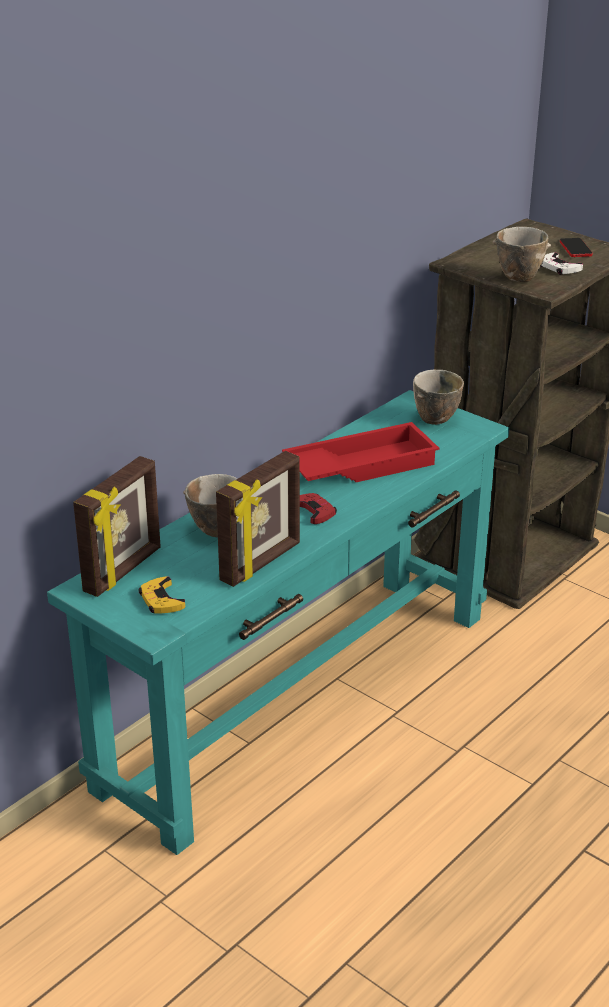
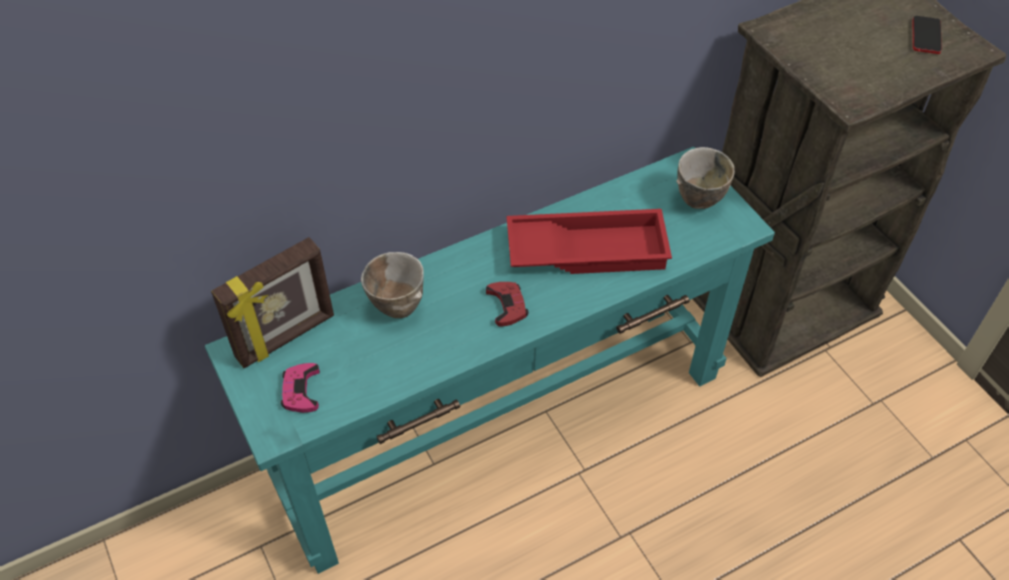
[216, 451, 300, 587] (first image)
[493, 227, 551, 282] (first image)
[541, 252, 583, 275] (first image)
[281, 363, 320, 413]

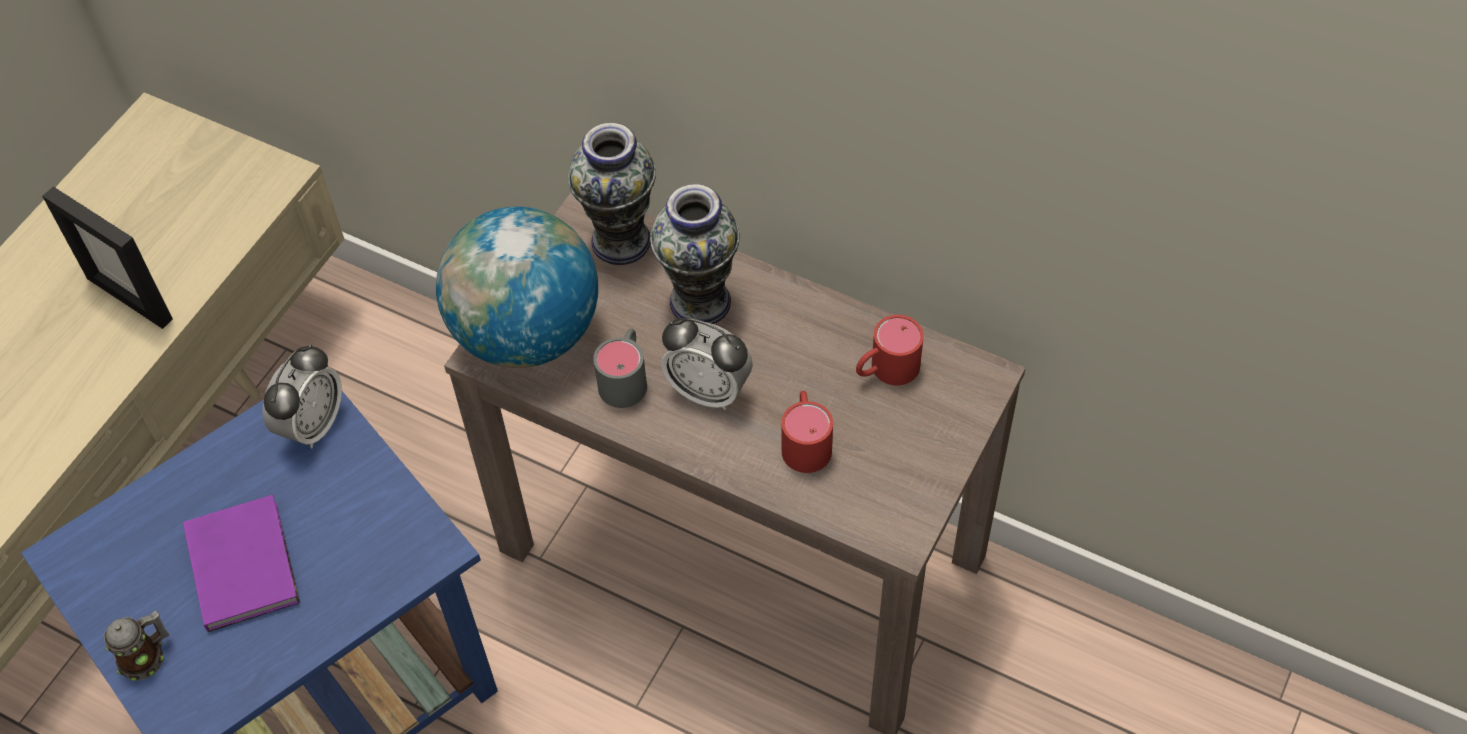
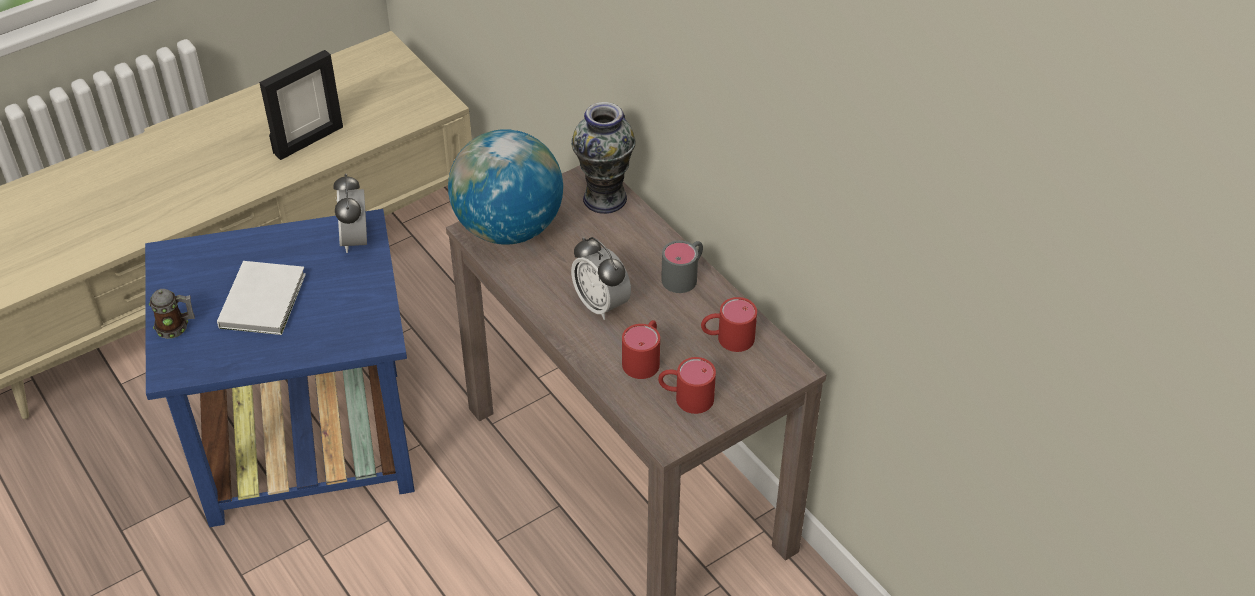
[650, 184, 740, 324] (first image)
[658, 357, 716, 414]
[661, 240, 703, 293]
[217, 261, 306, 335]
[259, 50, 343, 160]
[333, 174, 367, 253]

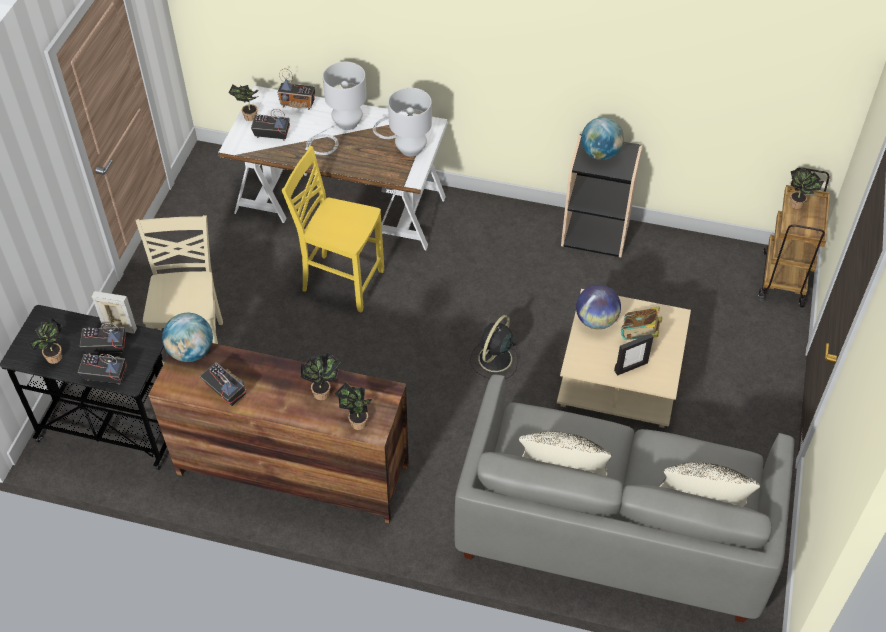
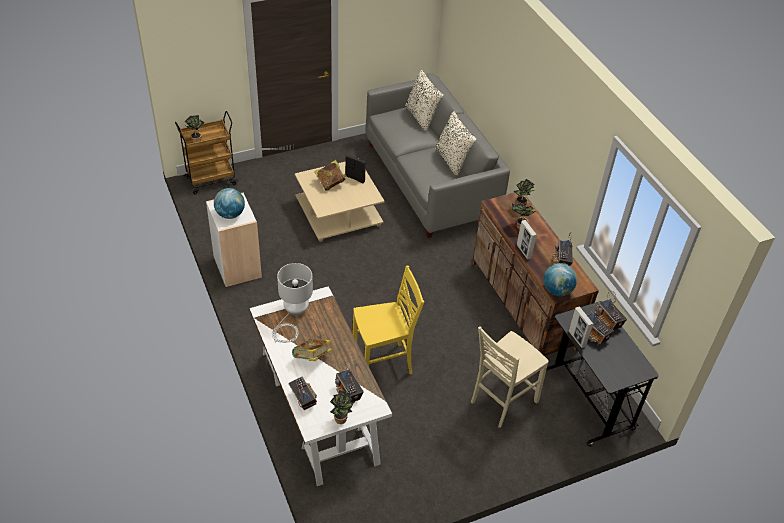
[27, 318, 63, 364] (first image)
[470, 315, 518, 379] (first image)
[576, 285, 621, 329] (first image)
[517, 220, 537, 259]
[292, 339, 332, 361]
[206, 193, 262, 287]
[352, 266, 424, 374]

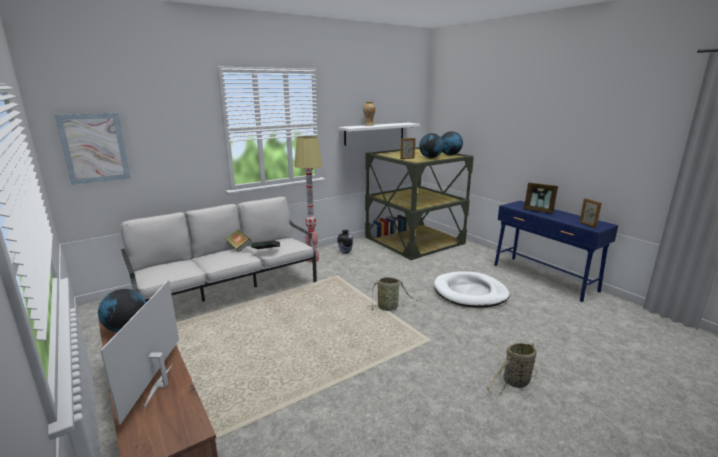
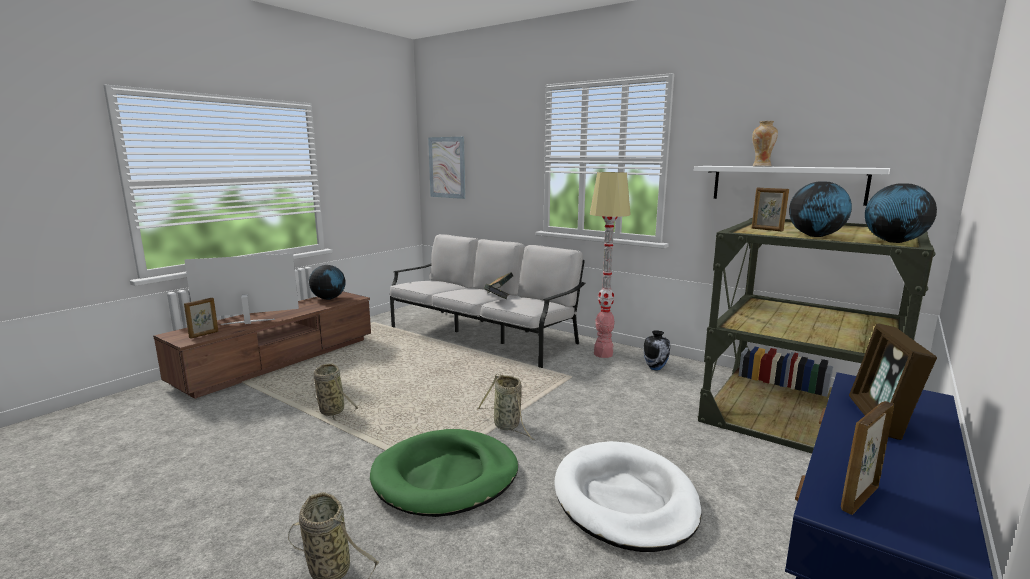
[184, 298, 218, 339]
[314, 363, 359, 421]
[370, 429, 518, 517]

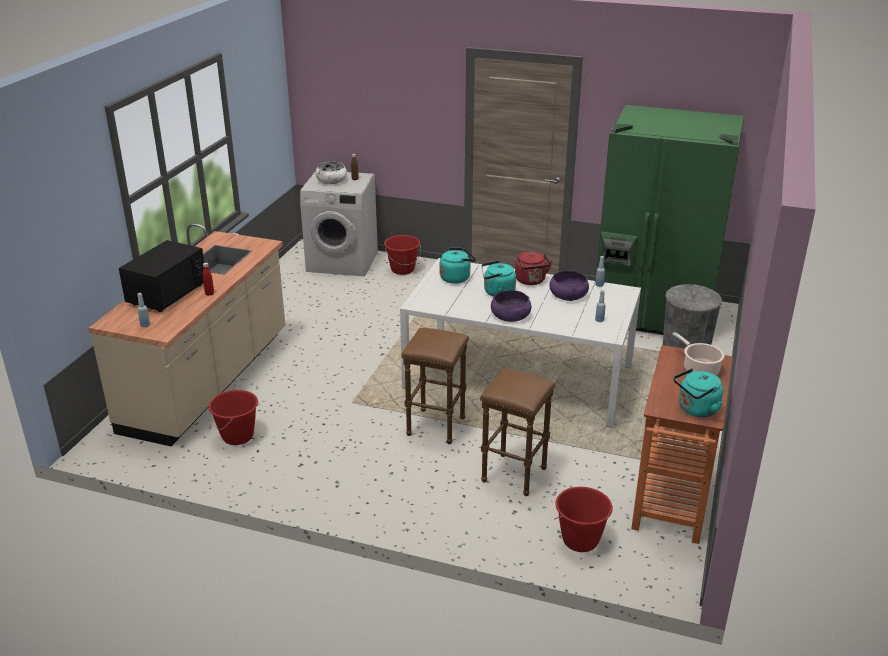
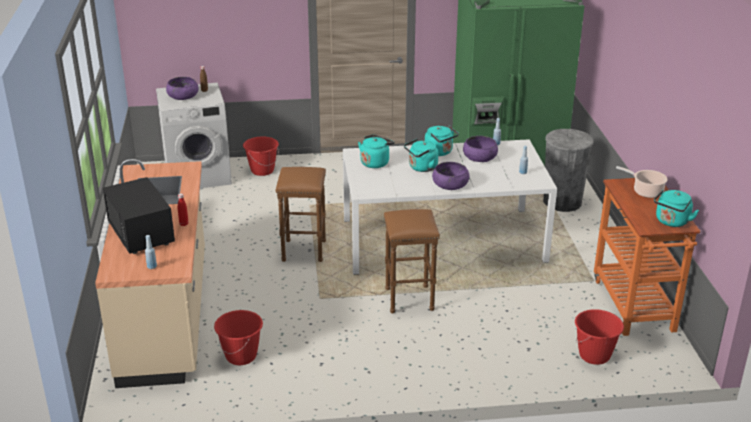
[276, 167, 326, 262]
[166, 77, 199, 100]
[425, 125, 459, 156]
[103, 177, 175, 254]

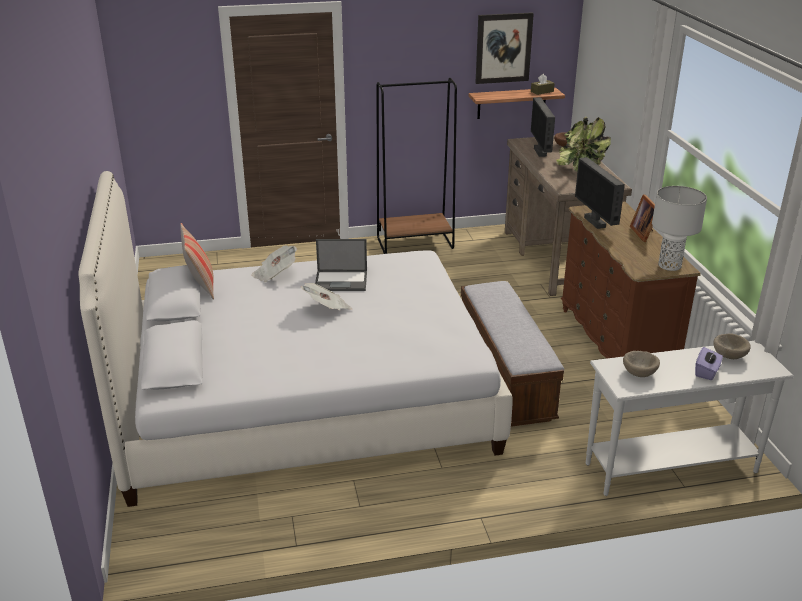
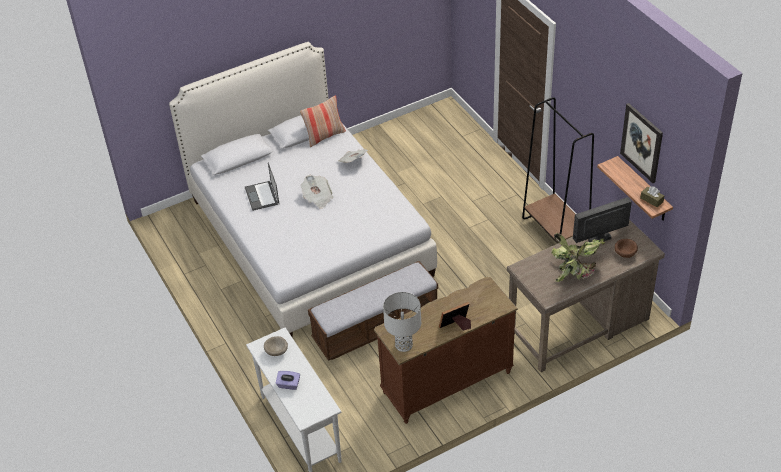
[575, 157, 625, 229] (first image)
[713, 333, 751, 359] (first image)
[245, 163, 279, 211]

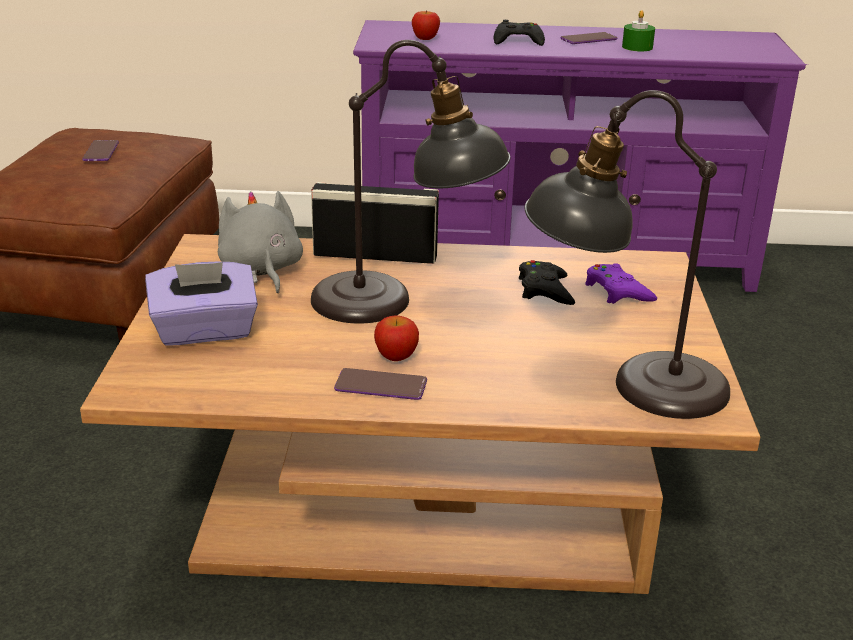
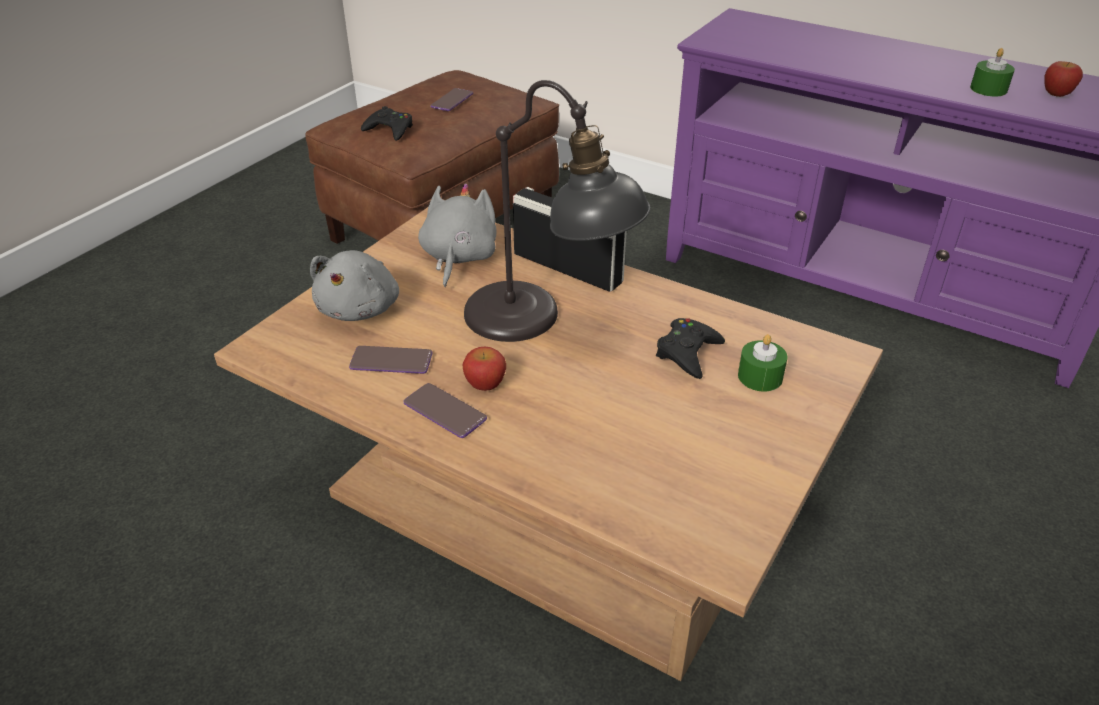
[525, 90, 730, 419] (first image)
[1044, 61, 1083, 97]
[361, 106, 413, 141]
[349, 346, 433, 374]
[310, 250, 399, 321]
[738, 334, 787, 391]

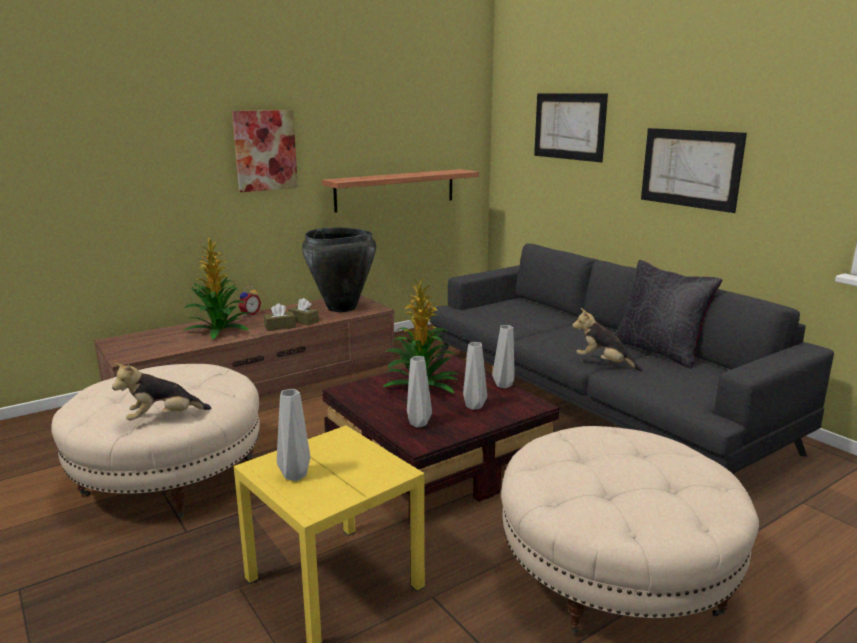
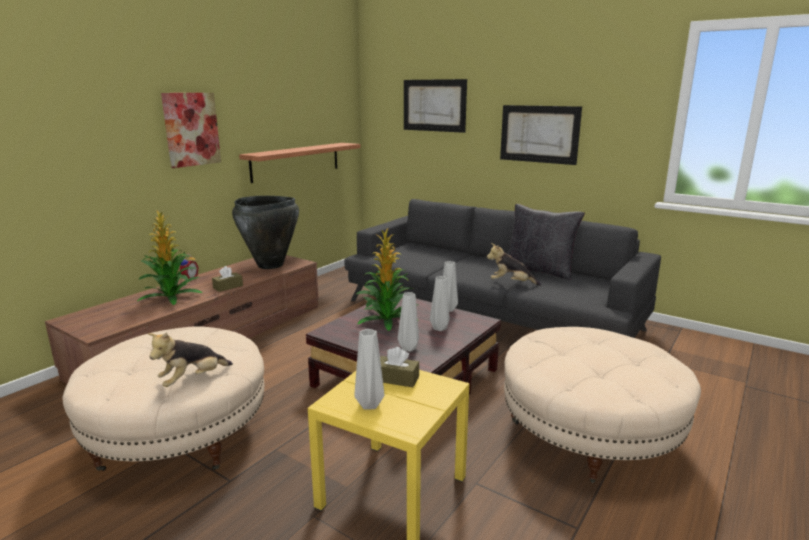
[380, 347, 419, 387]

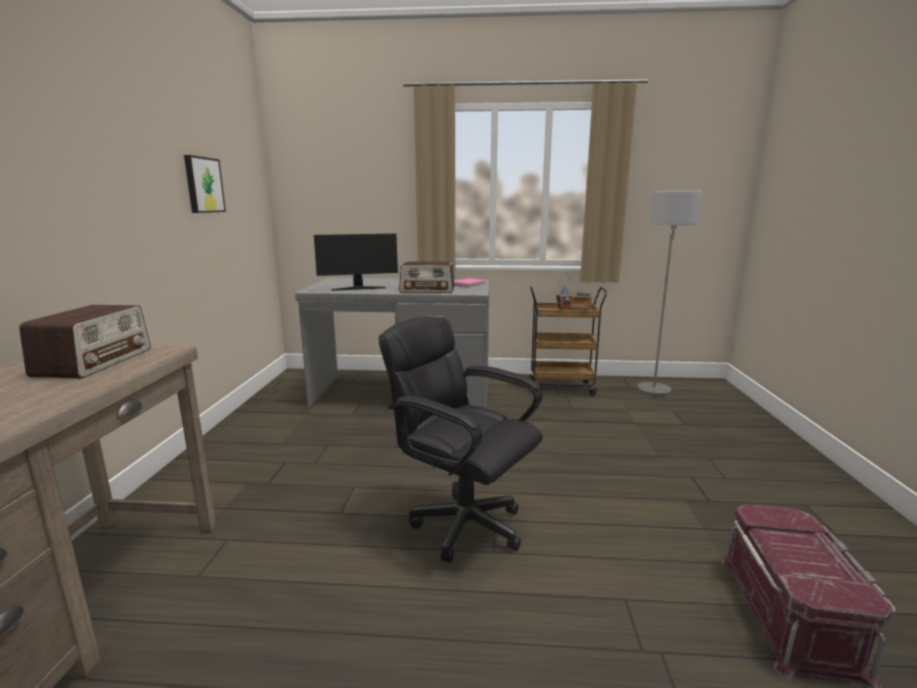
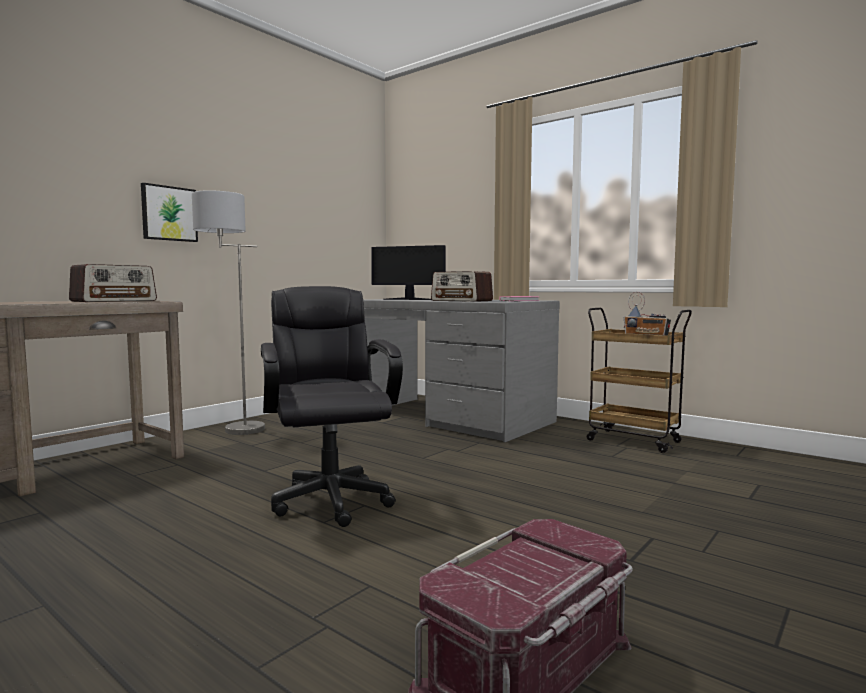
[141, 183, 198, 242]
[192, 190, 265, 435]

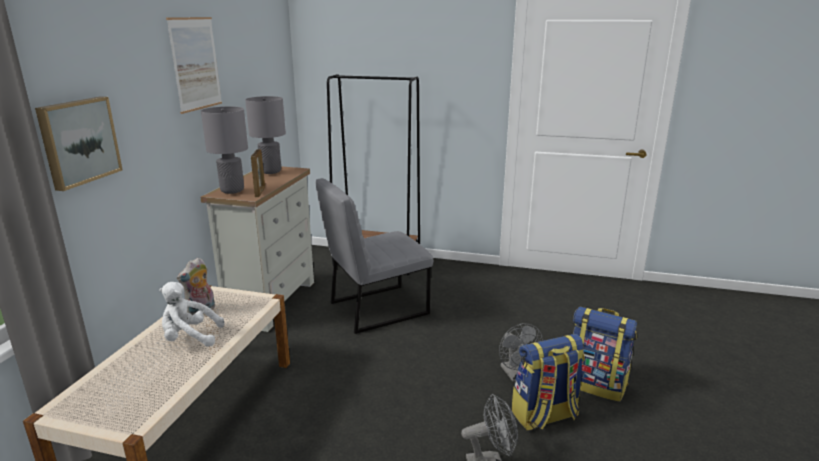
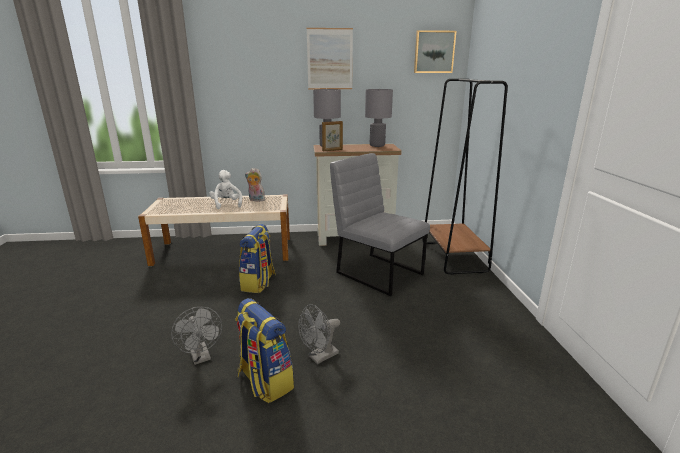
[414, 30, 456, 73]
[239, 224, 276, 293]

